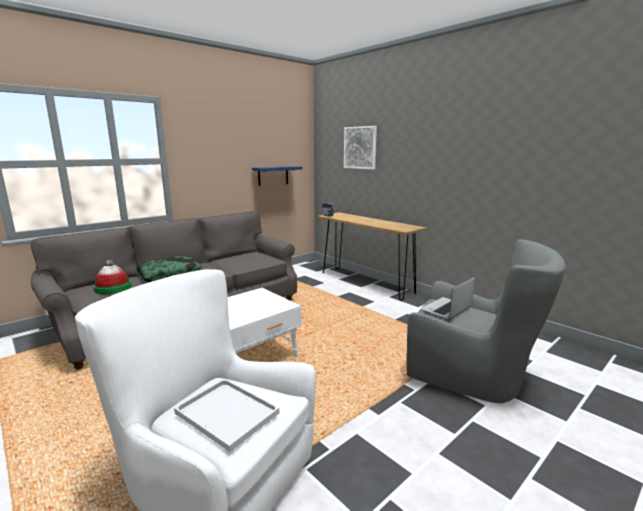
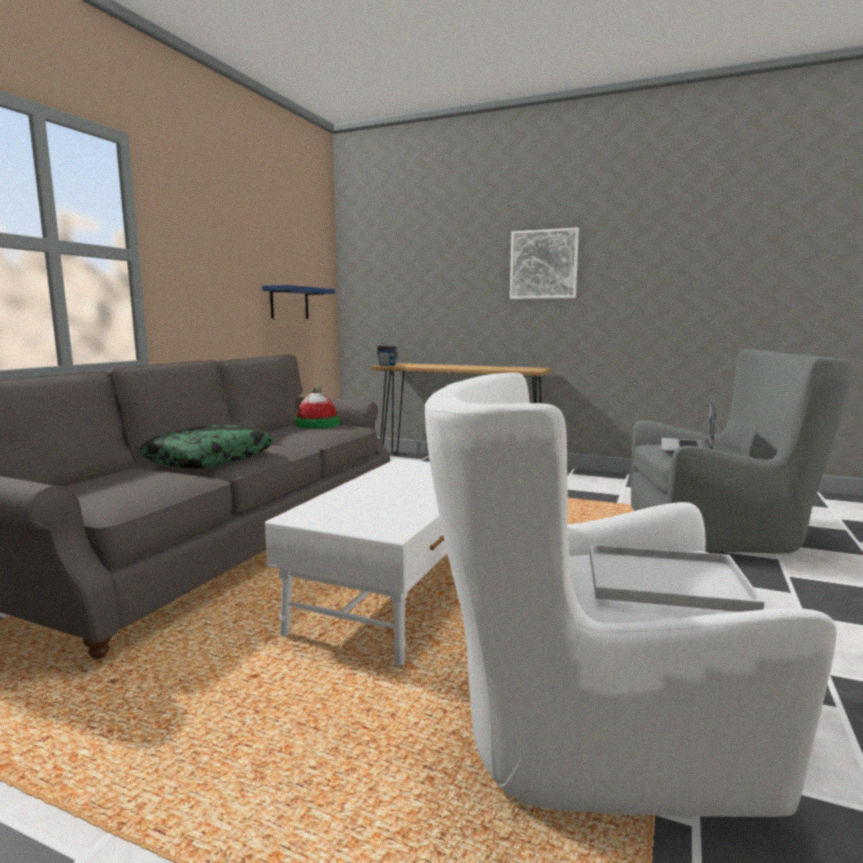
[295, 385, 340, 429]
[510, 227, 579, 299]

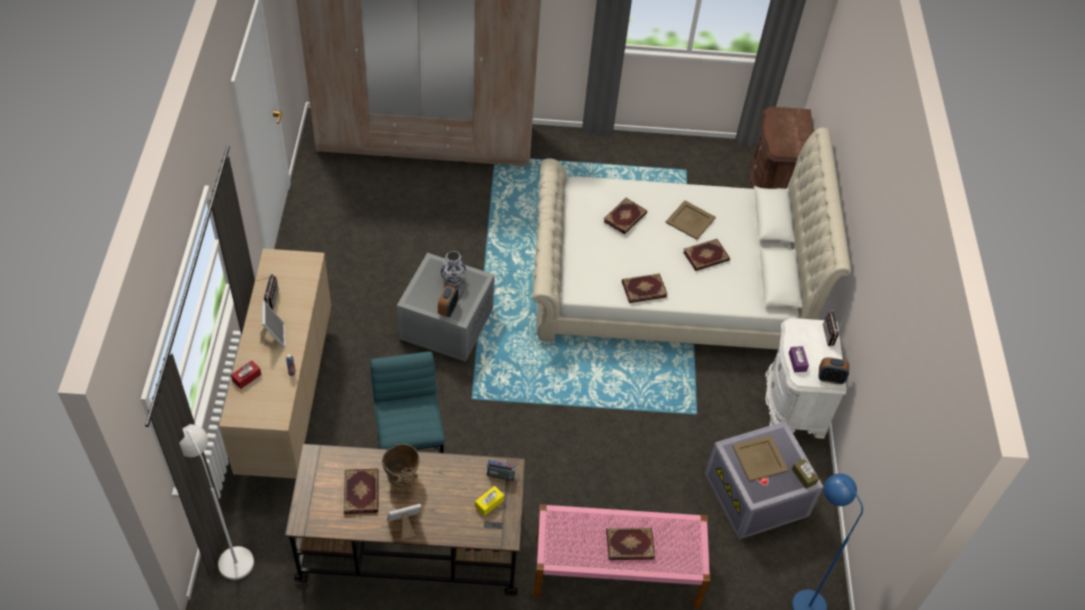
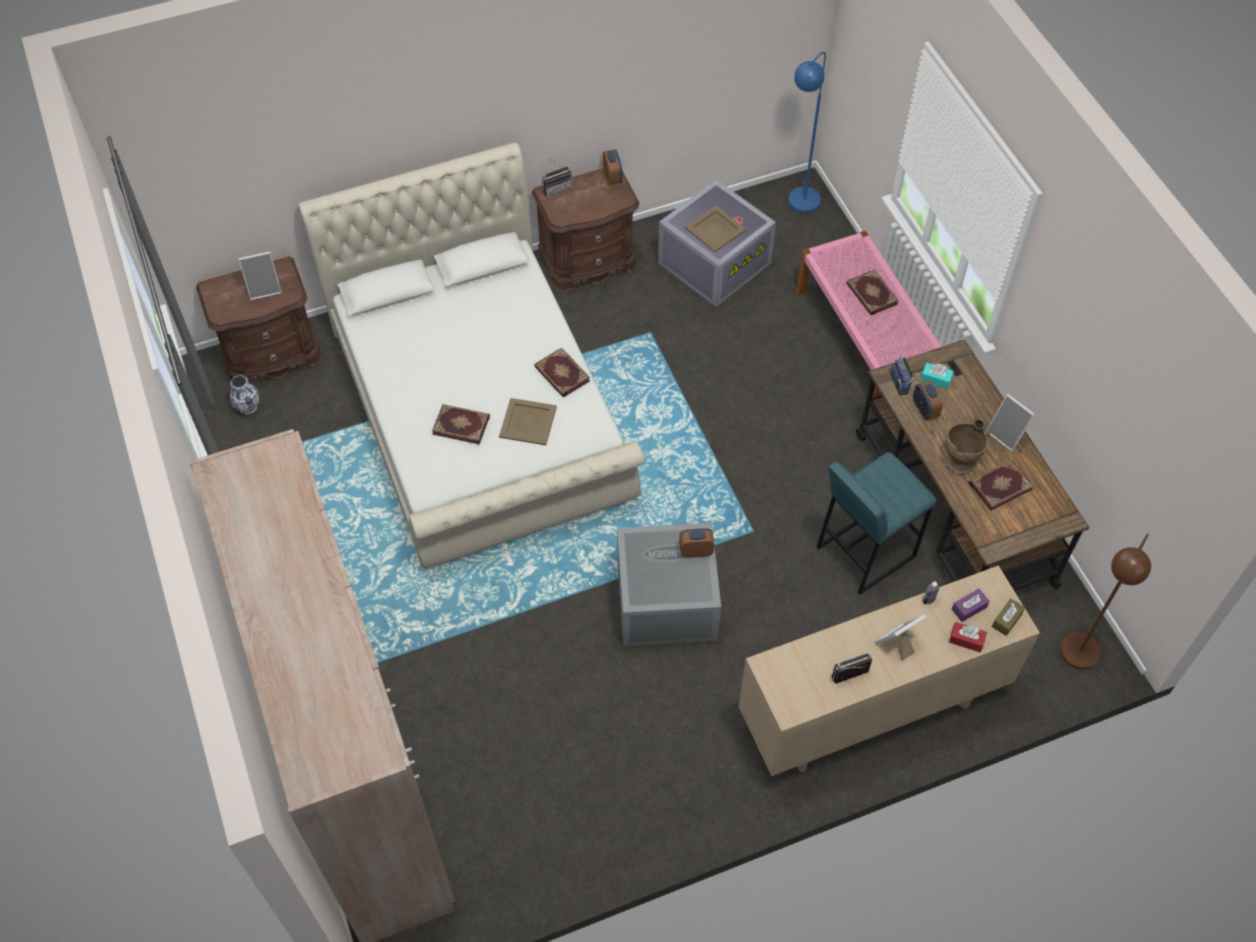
[683, 239, 730, 271] (first image)
[238, 251, 282, 300]
[913, 381, 943, 420]
[230, 375, 260, 415]
[499, 398, 557, 445]
[952, 589, 990, 622]
[992, 598, 1025, 636]
[1060, 534, 1151, 670]
[920, 363, 954, 389]
[531, 168, 640, 291]

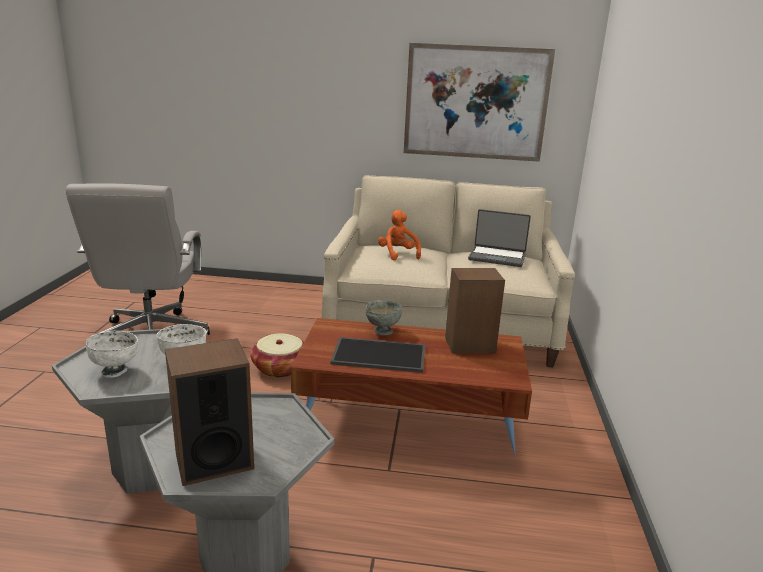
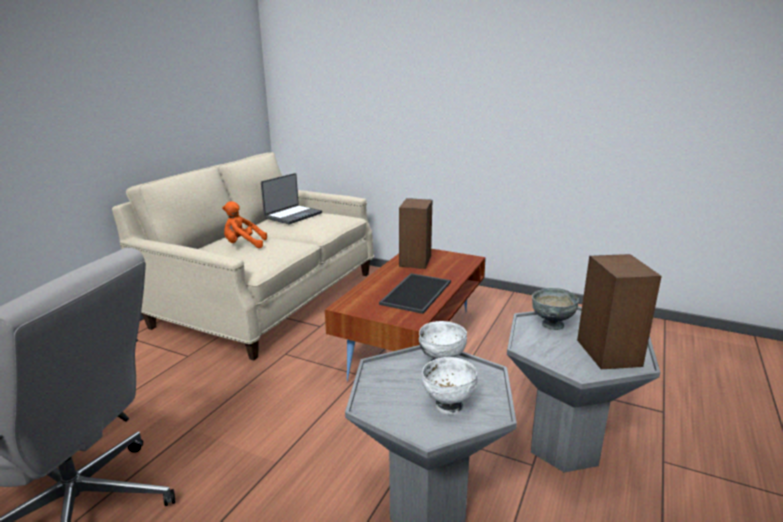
[250, 334, 304, 378] (first image)
[404, 43, 555, 162] (first image)
[532, 288, 579, 330]

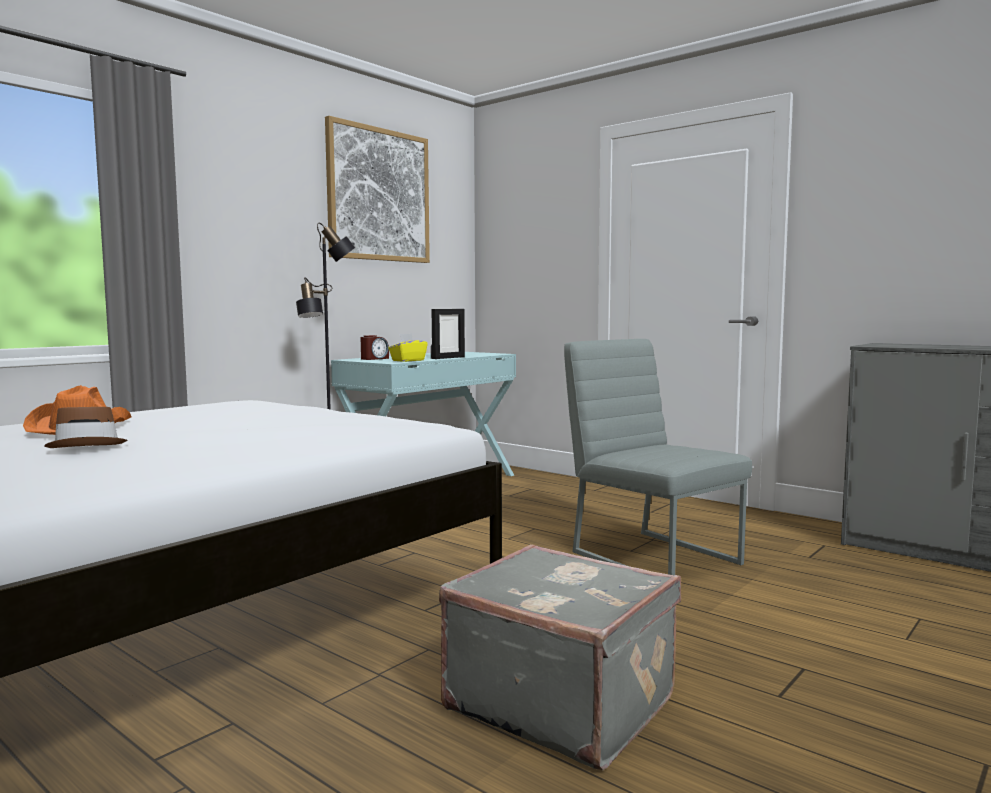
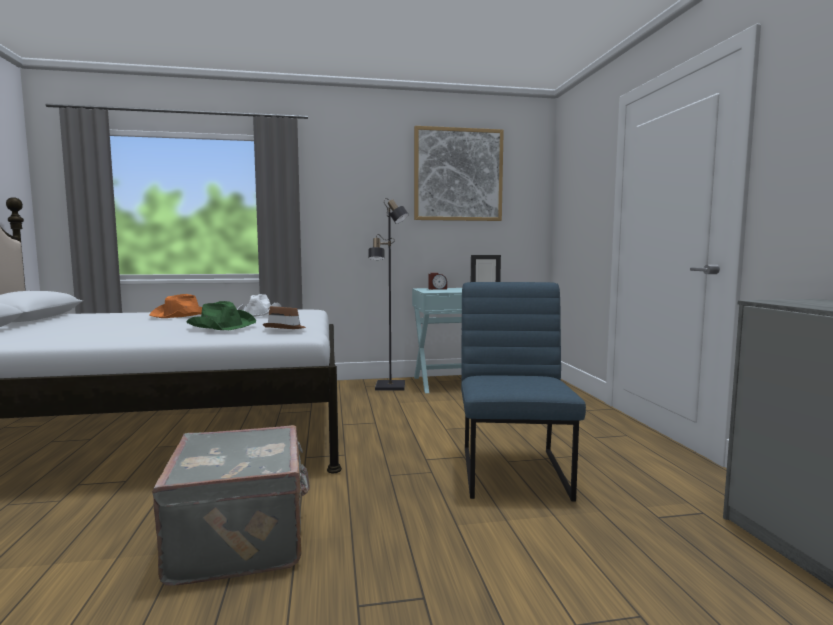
[388, 333, 428, 362] (first image)
[186, 301, 256, 330]
[237, 294, 281, 317]
[263, 306, 306, 329]
[461, 282, 586, 501]

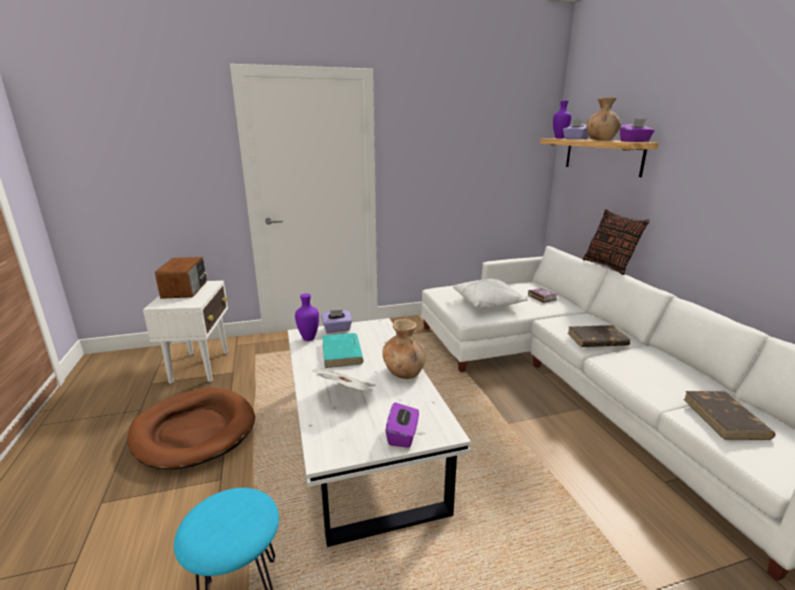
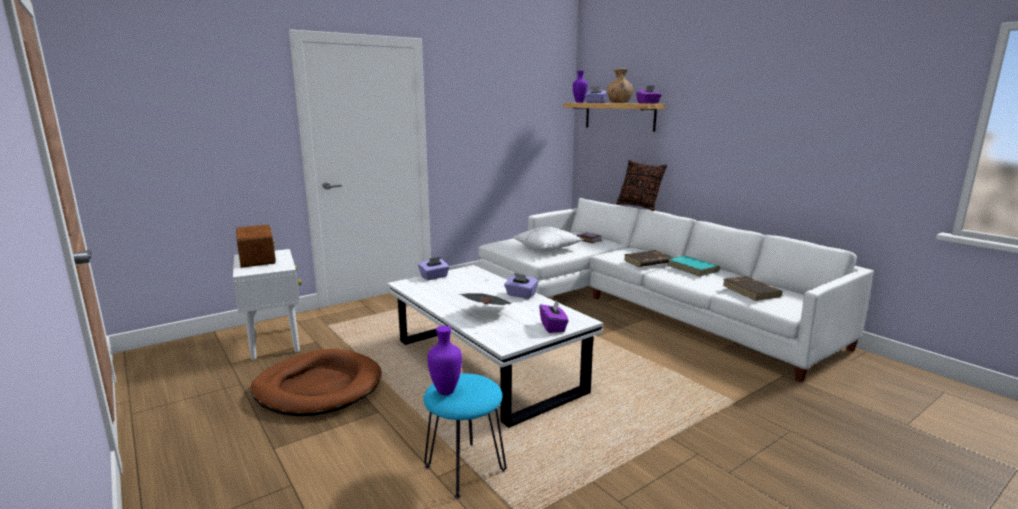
[427, 326, 462, 395]
[667, 256, 720, 276]
[504, 273, 538, 299]

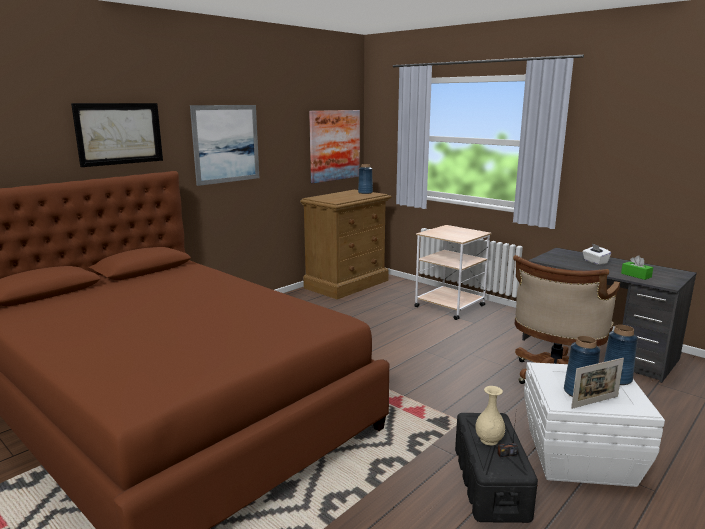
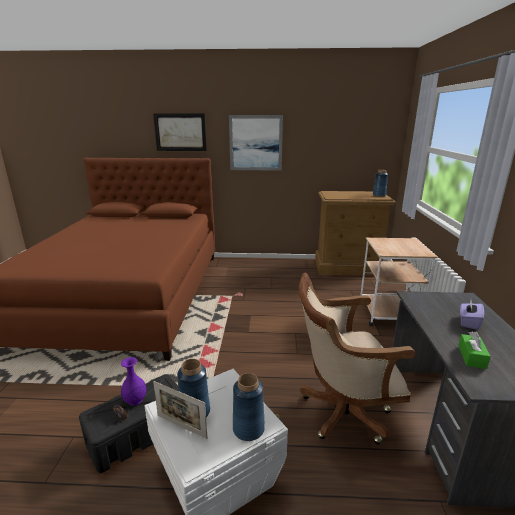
[309, 110, 360, 183] (first image)
[121, 357, 146, 406]
[460, 301, 484, 330]

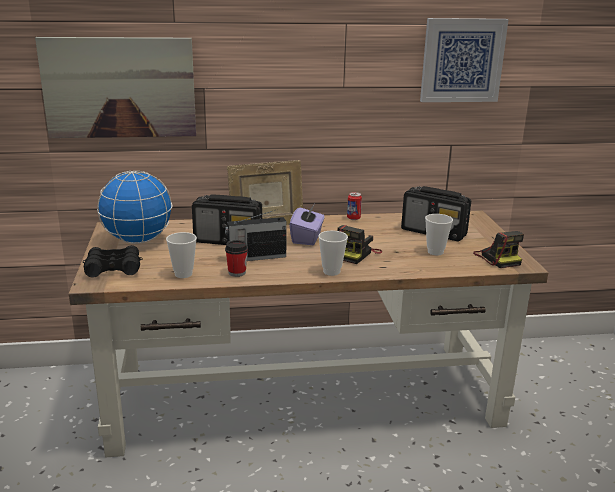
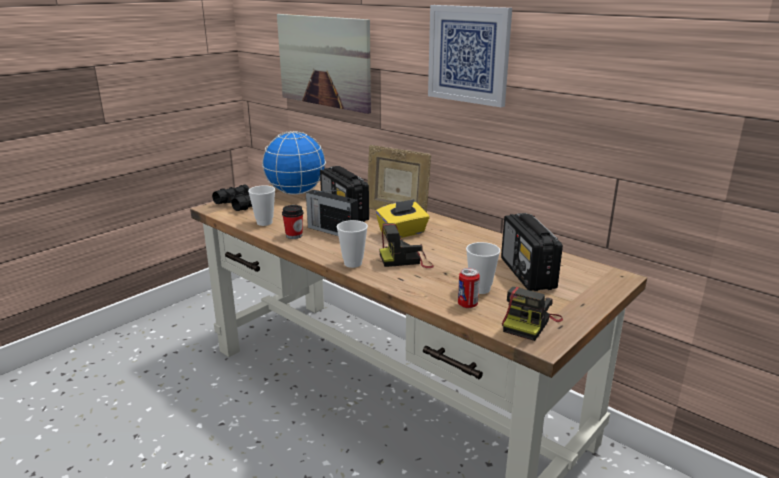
[458, 268, 480, 308]
[428, 5, 512, 107]
[376, 199, 430, 238]

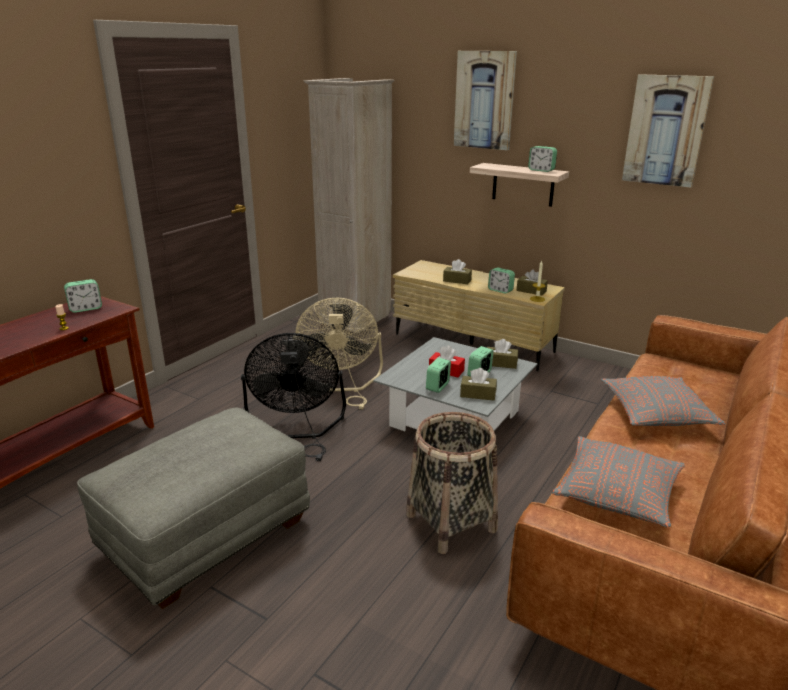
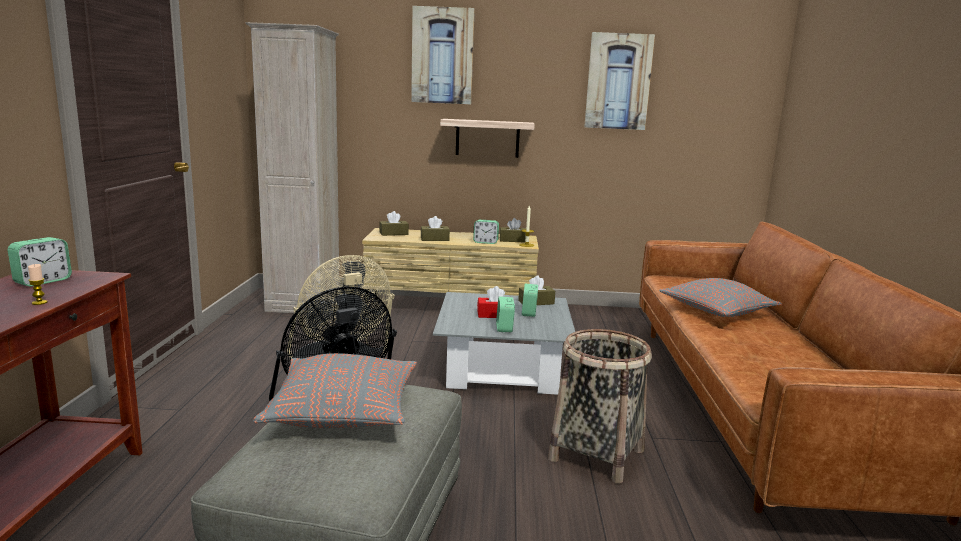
[528, 146, 557, 172] (first image)
[379, 211, 409, 236]
[253, 353, 417, 428]

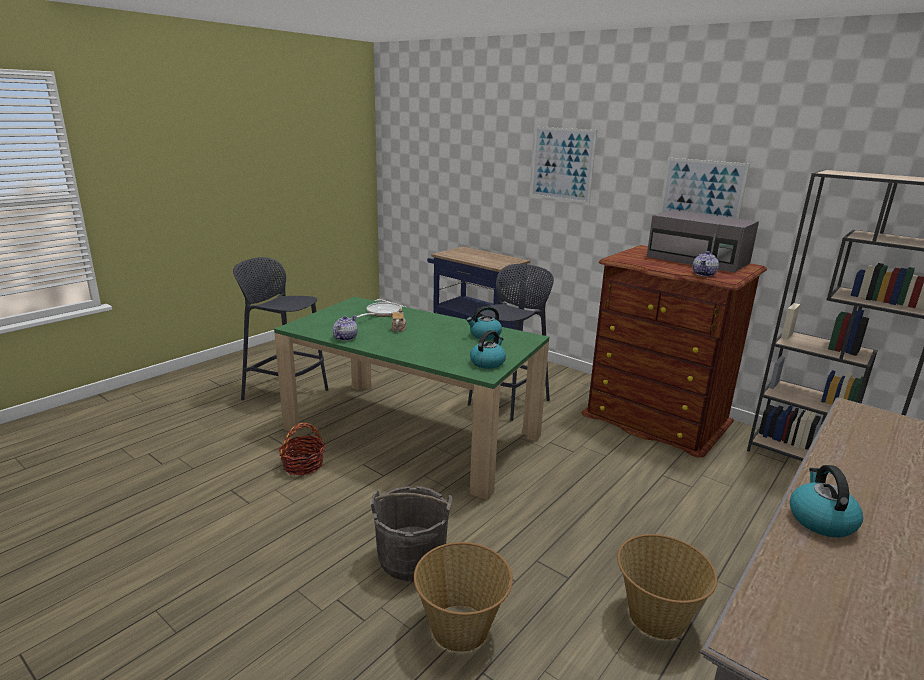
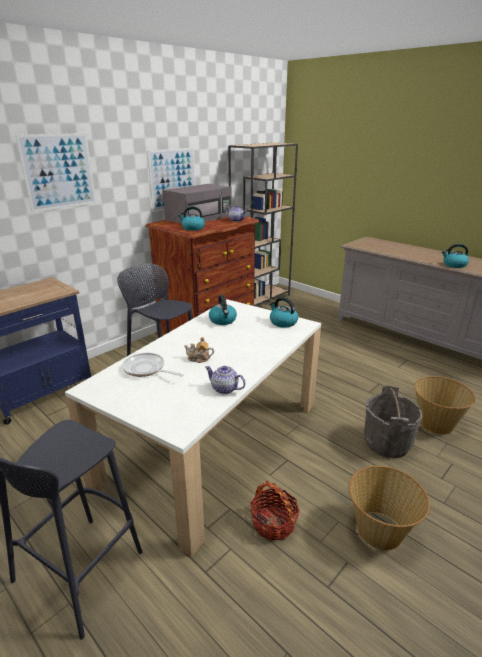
[178, 206, 205, 231]
[349, 466, 430, 550]
[65, 299, 321, 557]

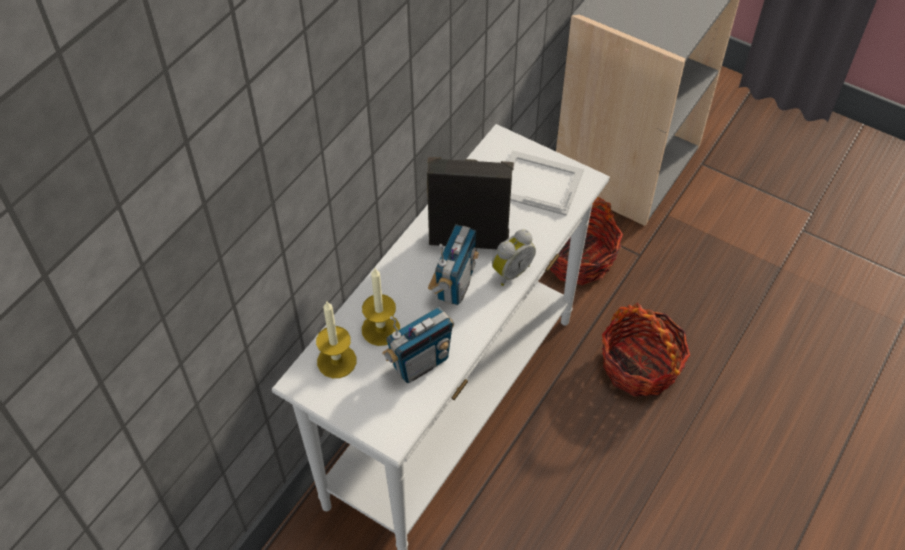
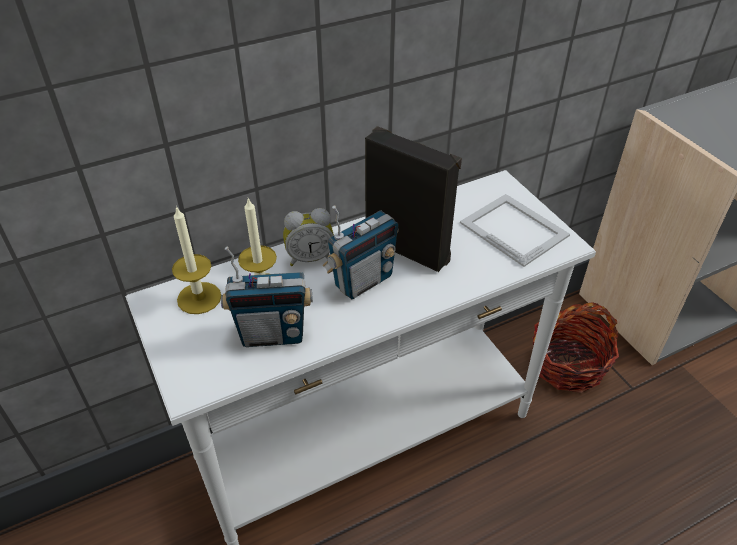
[602, 303, 690, 397] (first image)
[283, 208, 334, 266]

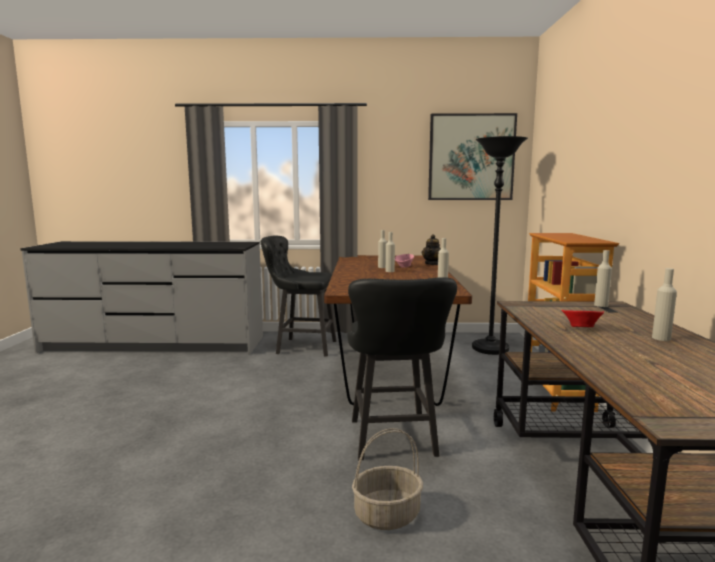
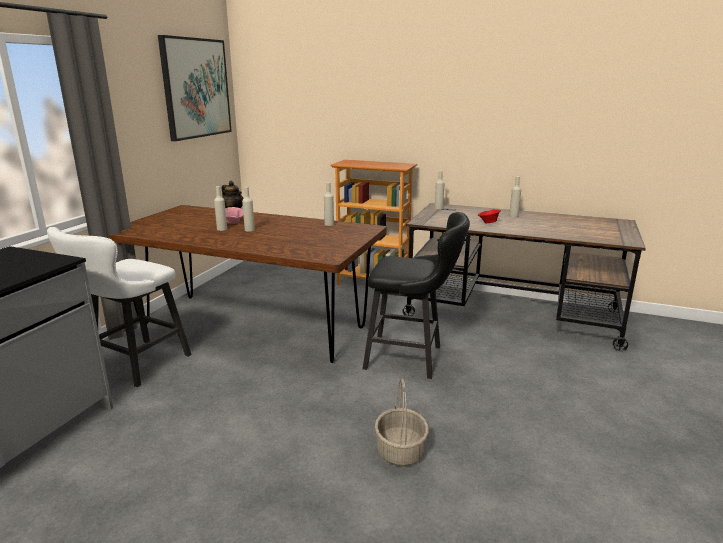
[472, 136, 528, 355] (first image)
[375, 379, 429, 466]
[47, 227, 192, 387]

